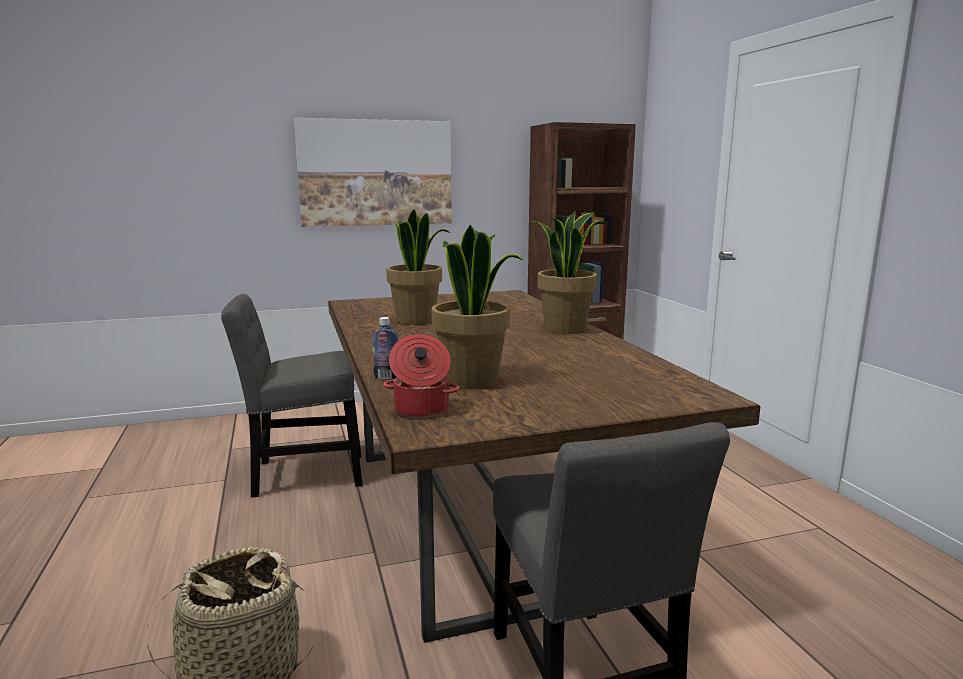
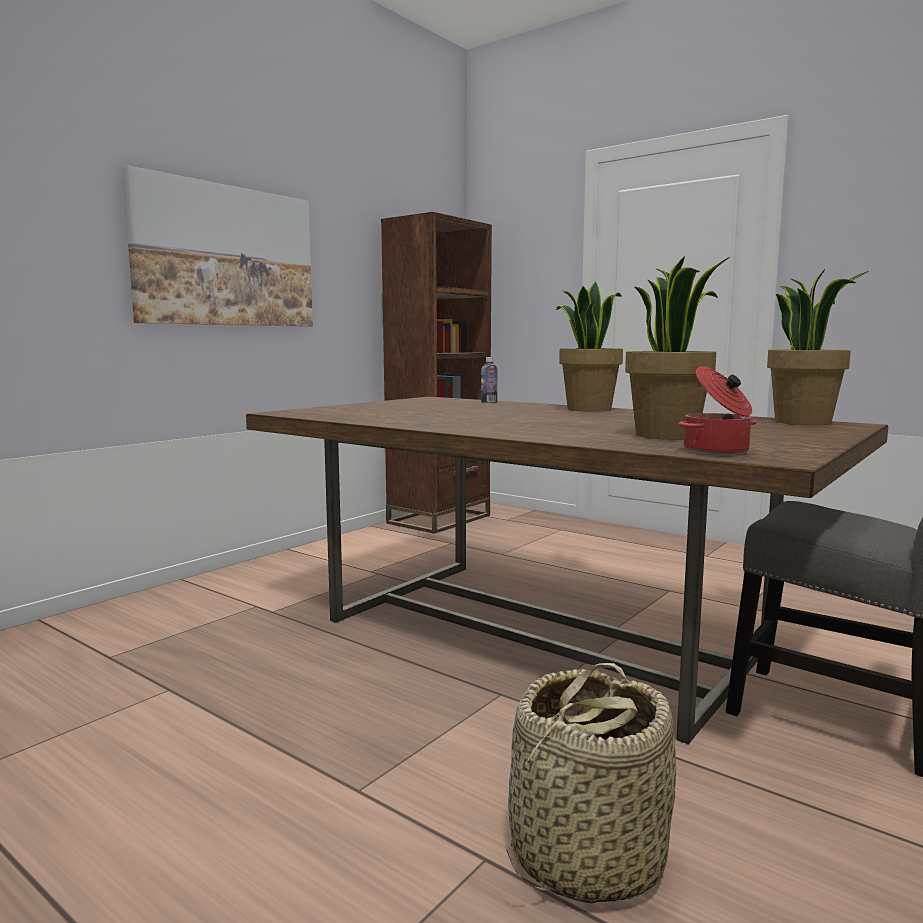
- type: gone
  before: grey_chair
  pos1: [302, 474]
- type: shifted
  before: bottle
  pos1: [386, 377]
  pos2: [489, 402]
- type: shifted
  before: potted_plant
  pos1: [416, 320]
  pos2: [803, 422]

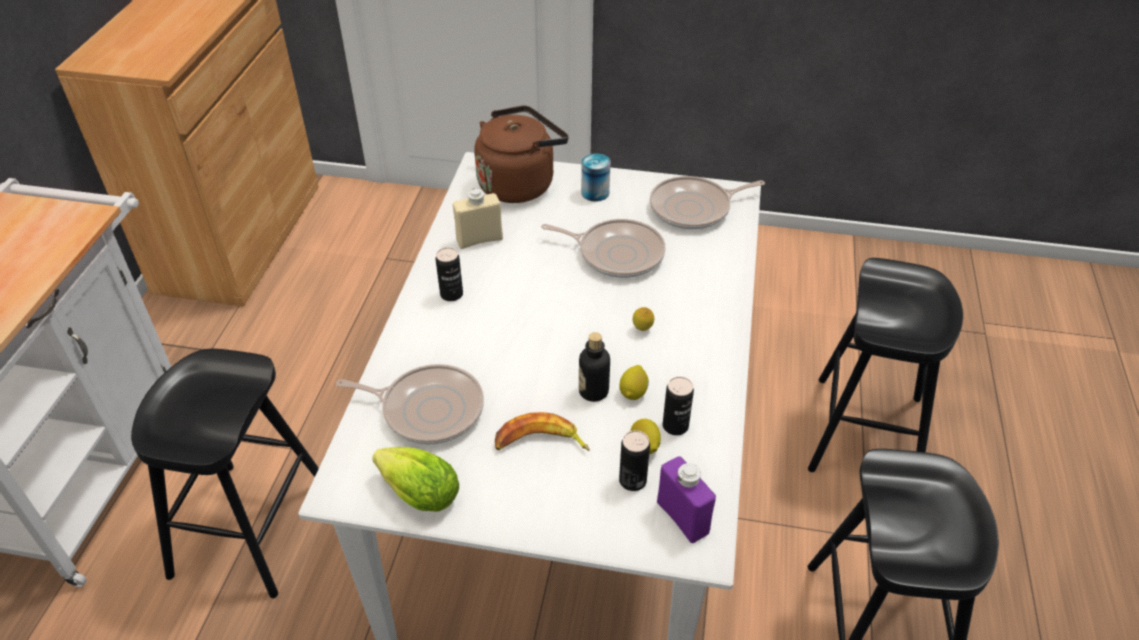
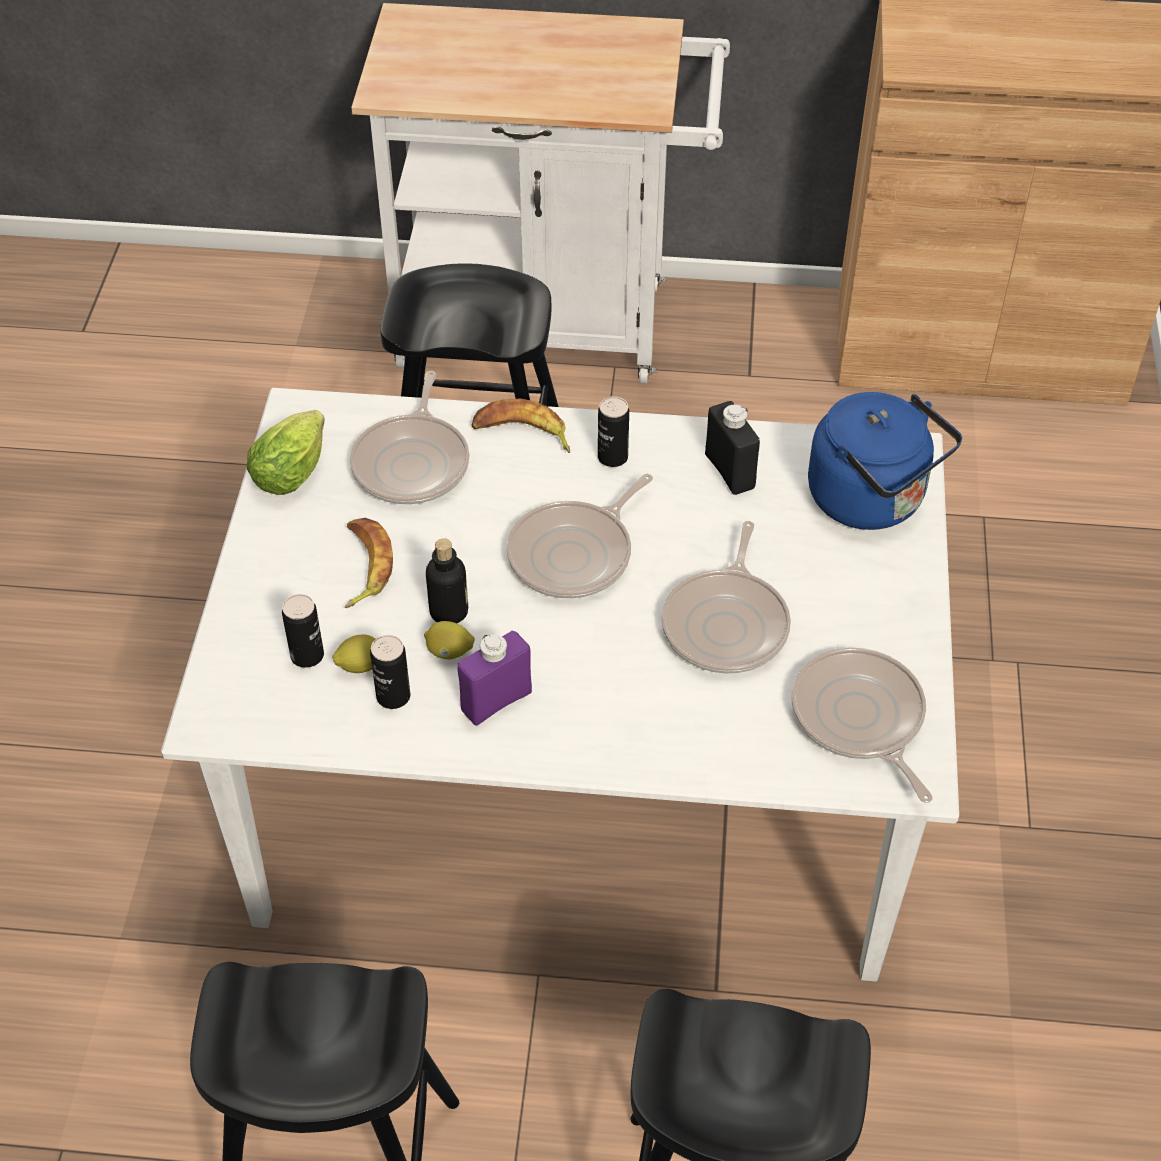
- type: gone
  before: can
  pos1: [595, 192]
- type: gone
  before: lemon
  pos1: [642, 330]
- type: new
  after: banana
  pos2: [522, 434]
- type: new
  after: frying_pan
  pos2: [575, 554]
- type: shifted
  before: purple_bottle
  pos1: [682, 517]
  pos2: [496, 701]
- type: repainted
  before: beige_bottle
  after: black_bottle
  pos1: [479, 240]
  pos2: [729, 471]
- type: repainted
  before: brown_kettle
  after: blue_kettle
  pos1: [519, 183]
  pos2: [872, 500]

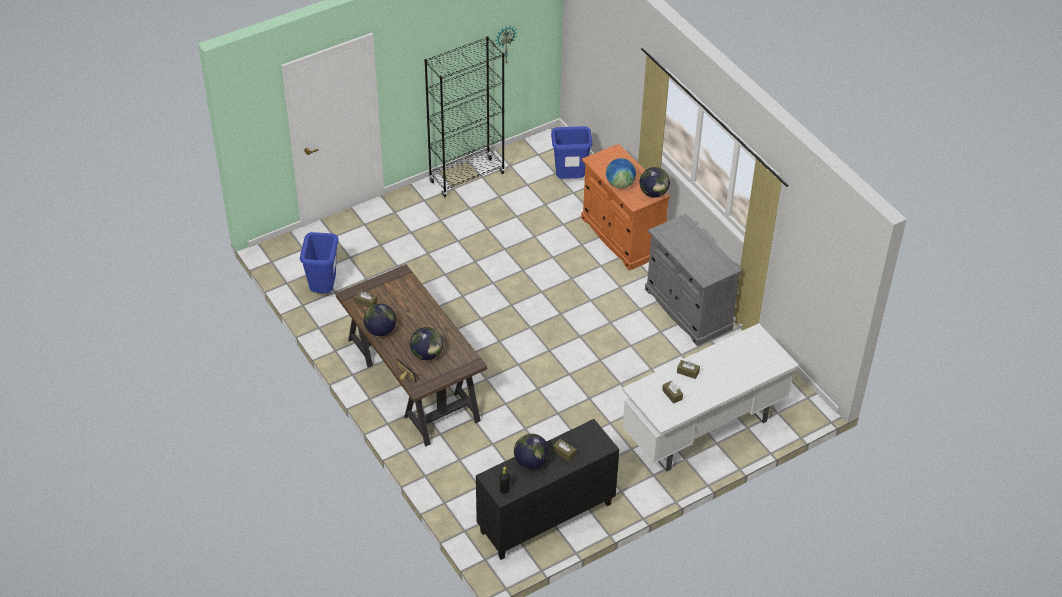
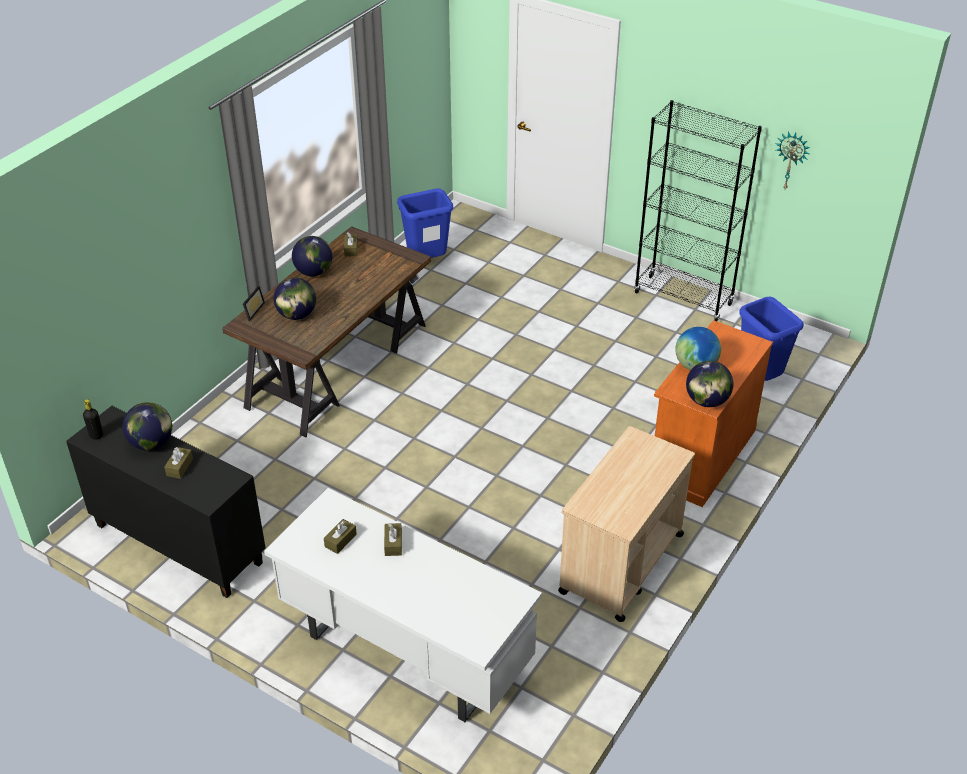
- type: swapped
  before: grey_cabinet
  after: beige_cart
  pos1: [687, 309]
  pos2: [621, 564]

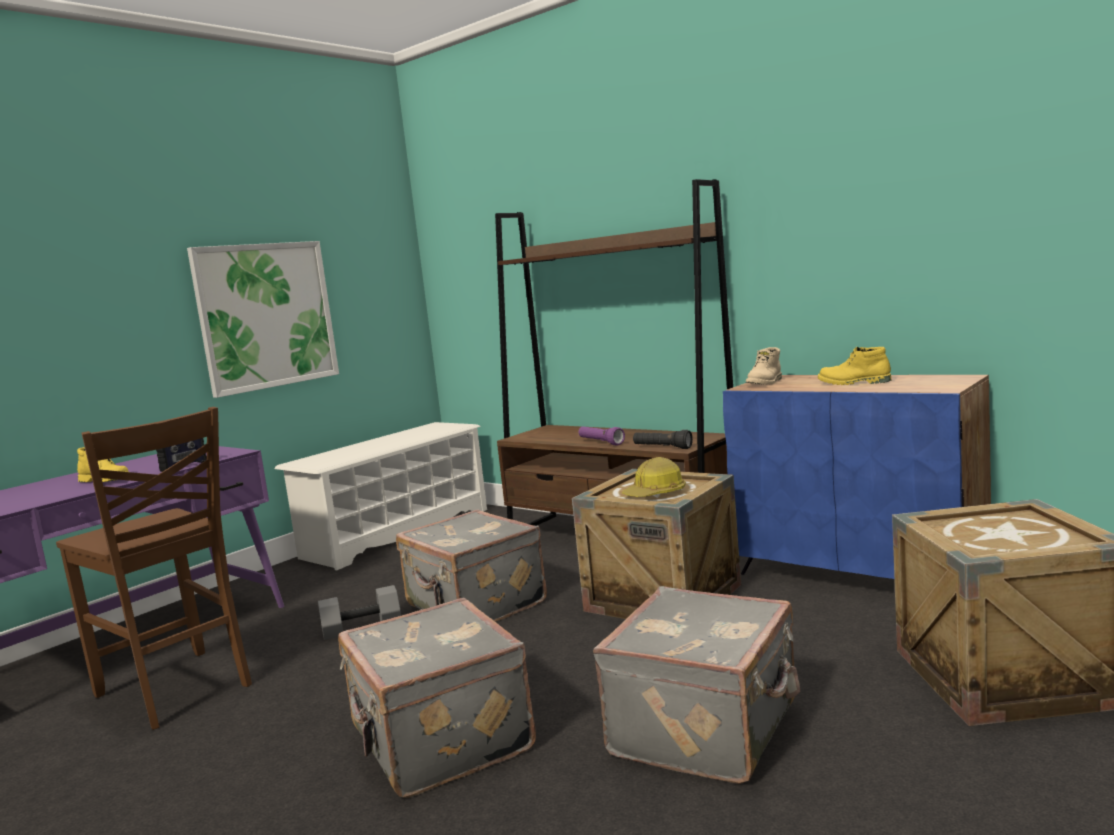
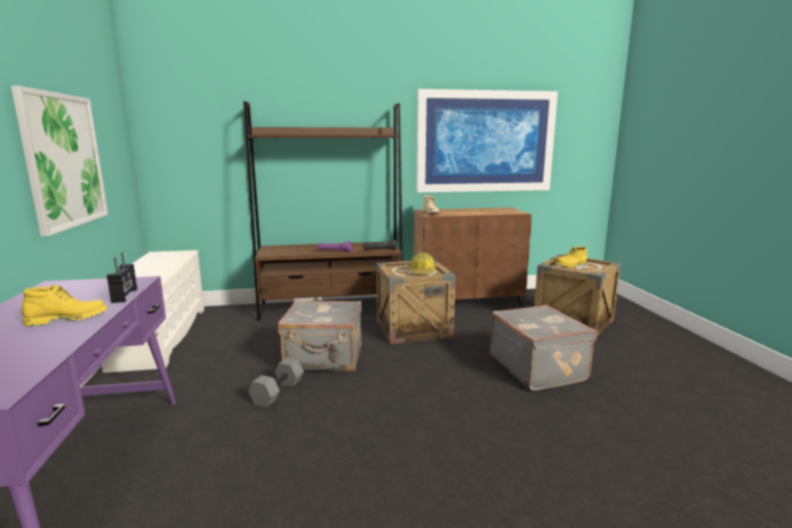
- type: gone
  before: brown_chair
  pos1: [176, 690]
- type: gone
  before: grey_suitcase
  pos1: [438, 742]
- type: new
  after: picture
  pos2: [485, 142]
- type: shifted
  before: yellow_boot
  pos1: [853, 383]
  pos2: [571, 265]
- type: repainted
  before: blue_cabinet
  after: brown_cabinet
  pos1: [860, 575]
  pos2: [467, 300]

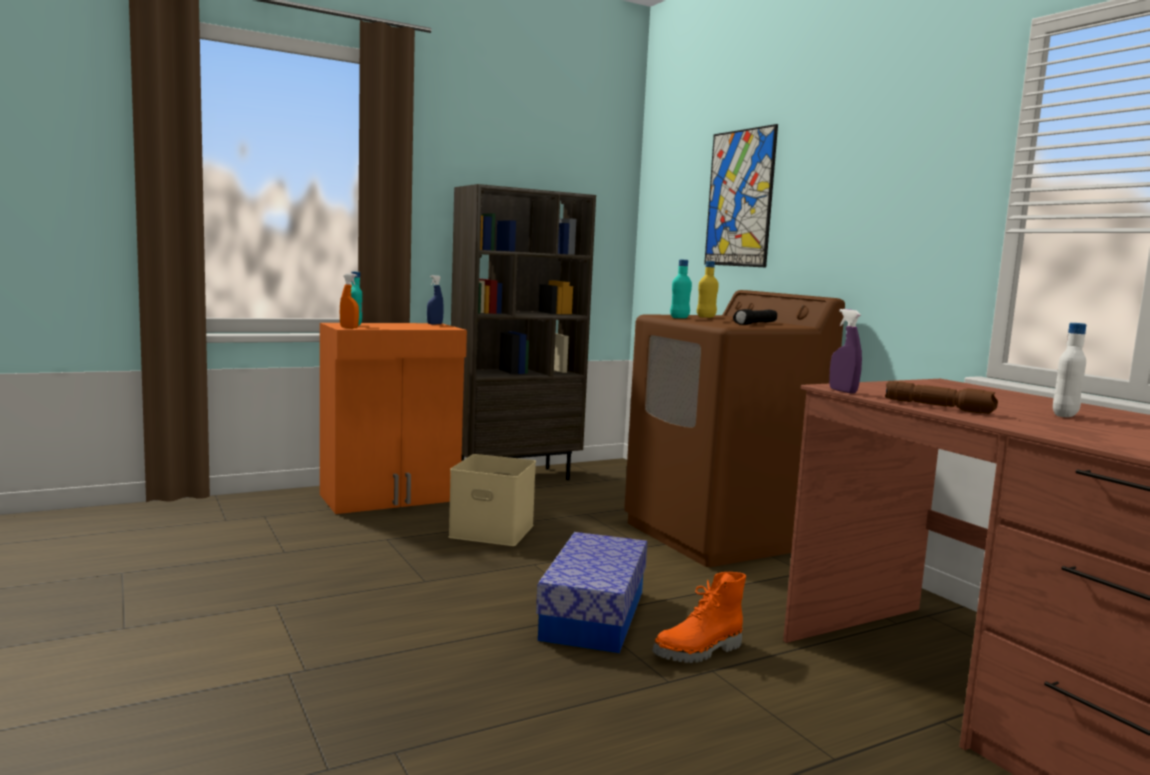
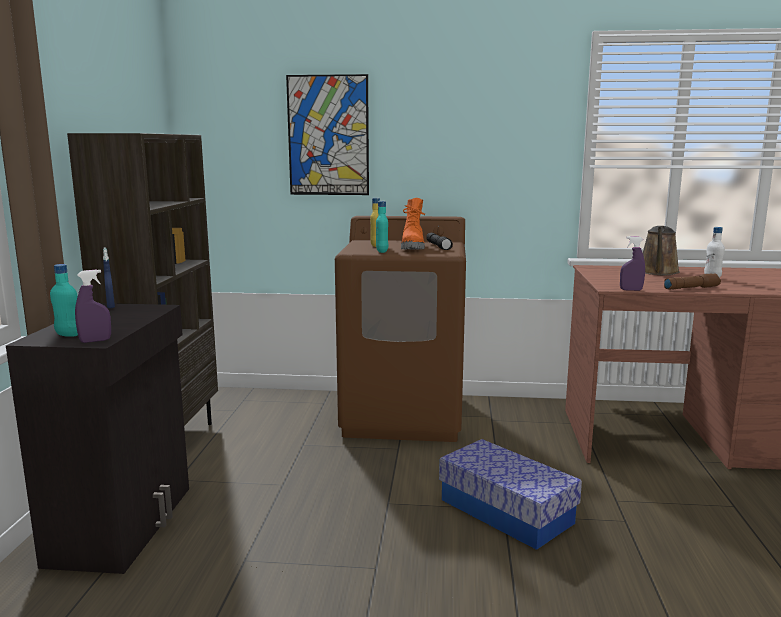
- type: gone
  before: beige_storage_box
  pos1: [494, 531]
- type: new
  after: brown_watering_can
  pos2: [658, 272]
- type: shifted
  before: orange_boot
  pos1: [699, 652]
  pos2: [413, 247]
- type: repainted
  before: orange_cabinet
  after: black_cabinet
  pos1: [391, 498]
  pos2: [124, 524]
- type: repainted
  before: orange_spray_bottle
  after: purple_spray_bottle
  pos1: [349, 327]
  pos2: [95, 341]

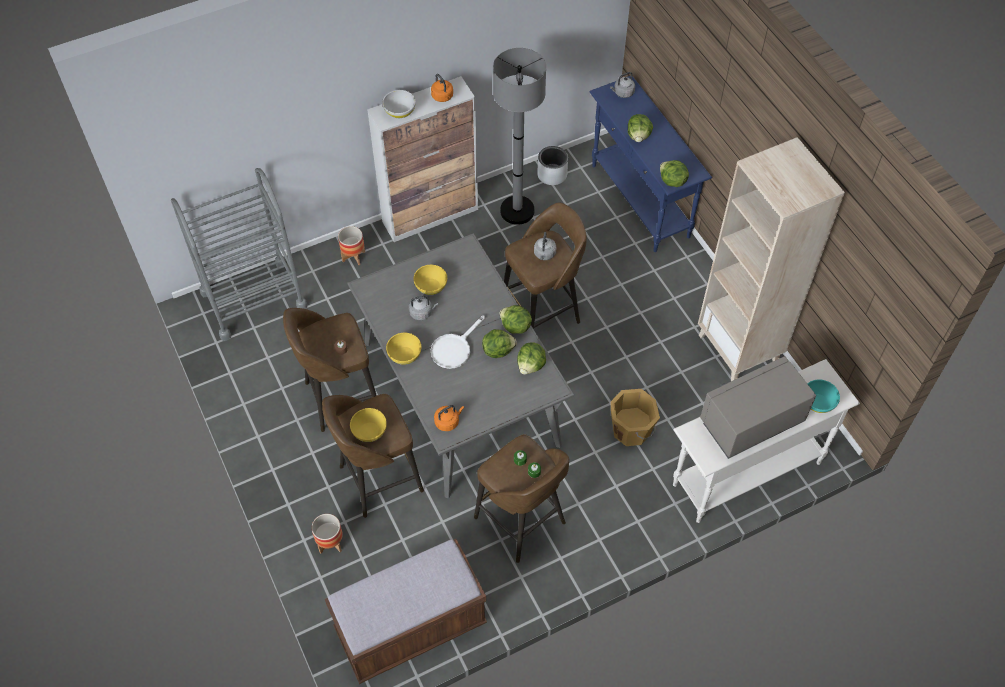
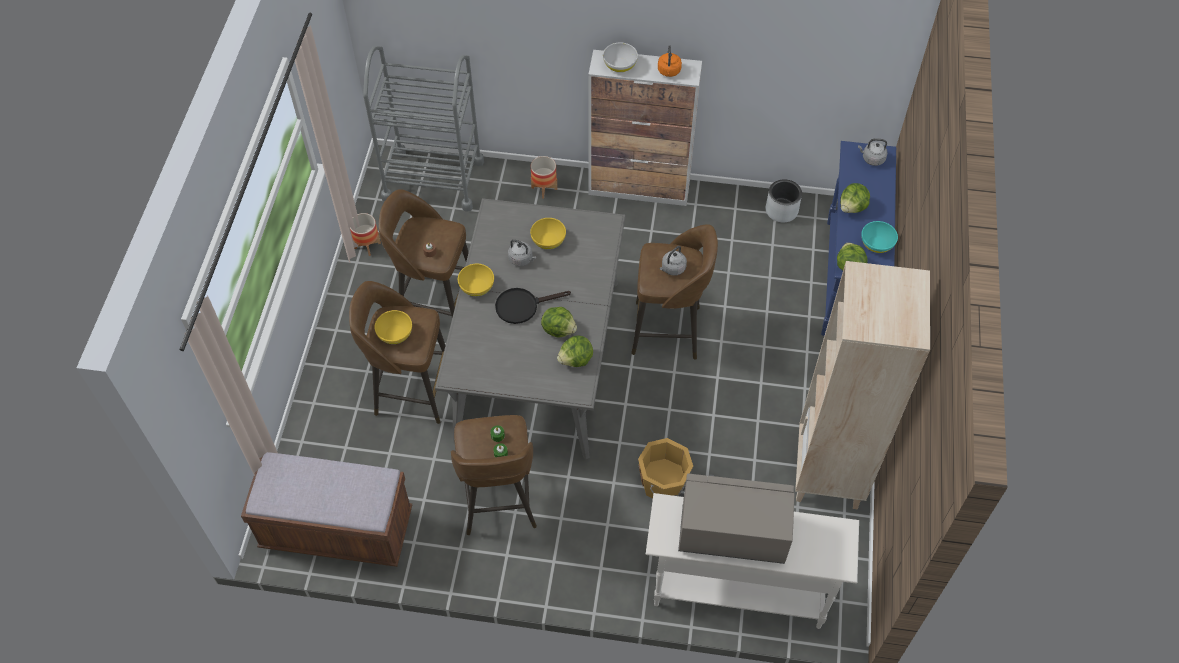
- type: gone
  before: orange_kettle
  pos1: [448, 421]
- type: gone
  before: grey_floor_lamp
  pos1: [517, 211]
- type: gone
  before: lettuce
  pos1: [515, 327]
- type: shifted
  before: planter
  pos1: [330, 543]
  pos2: [367, 245]
- type: shifted
  before: turquoise_bowl
  pos1: [818, 402]
  pos2: [877, 244]
- type: repainted
  before: white_frying_pan
  after: black_frying_pan
  pos1: [454, 348]
  pos2: [522, 306]

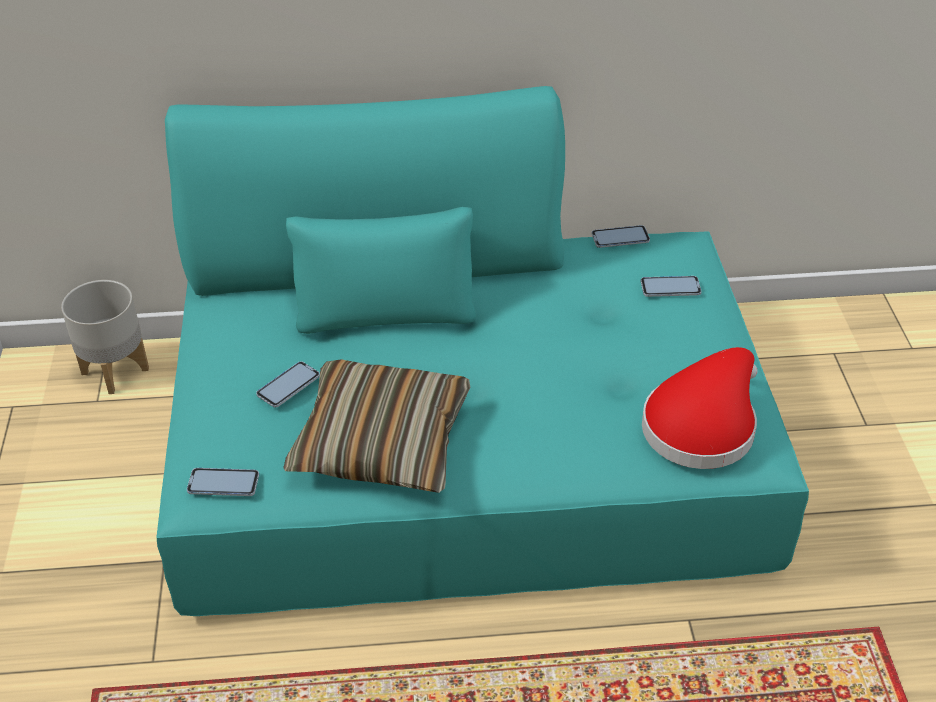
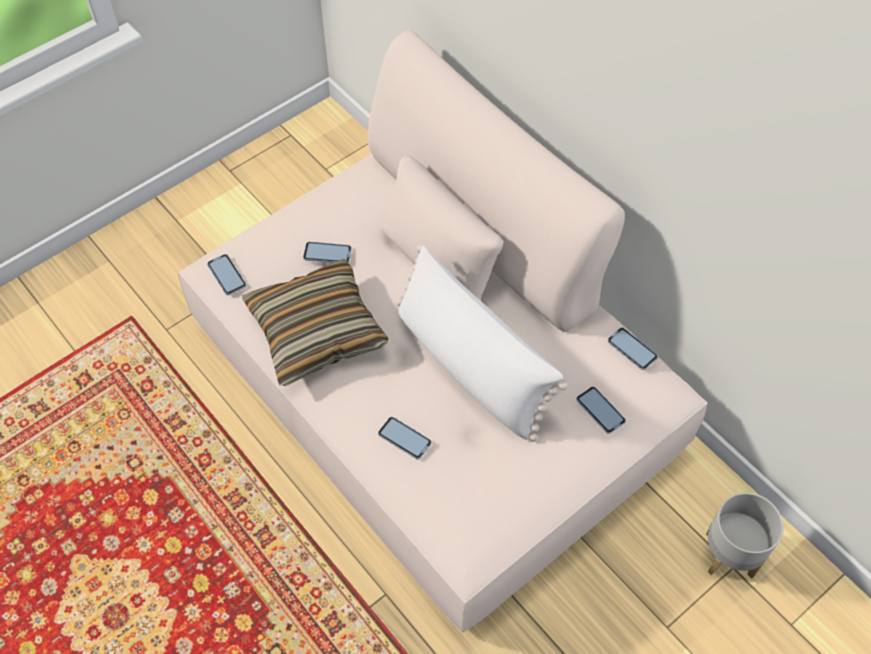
- type: gone
  before: red_hat
  pos1: [702, 424]
- type: new
  after: phone
  pos2: [404, 438]
- type: new
  after: white_pillow
  pos2: [471, 366]
- type: shifted
  before: grey_planter
  pos1: [116, 370]
  pos2: [731, 555]
- type: repainted
  before: turquoise_sofa
  after: beige_sofa
  pos1: [469, 452]
  pos2: [435, 385]

